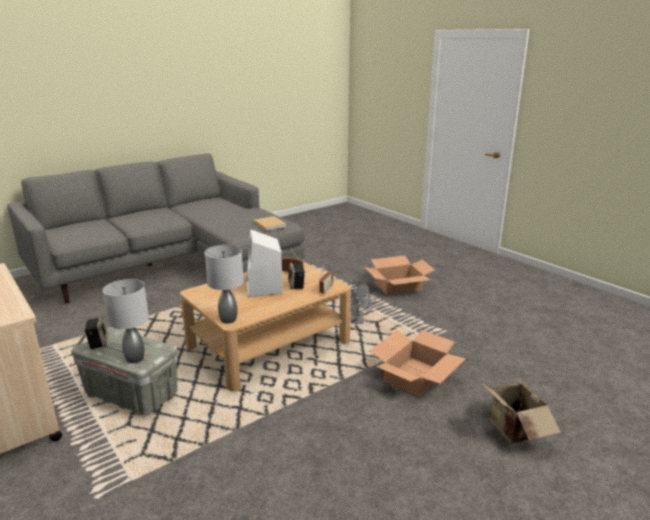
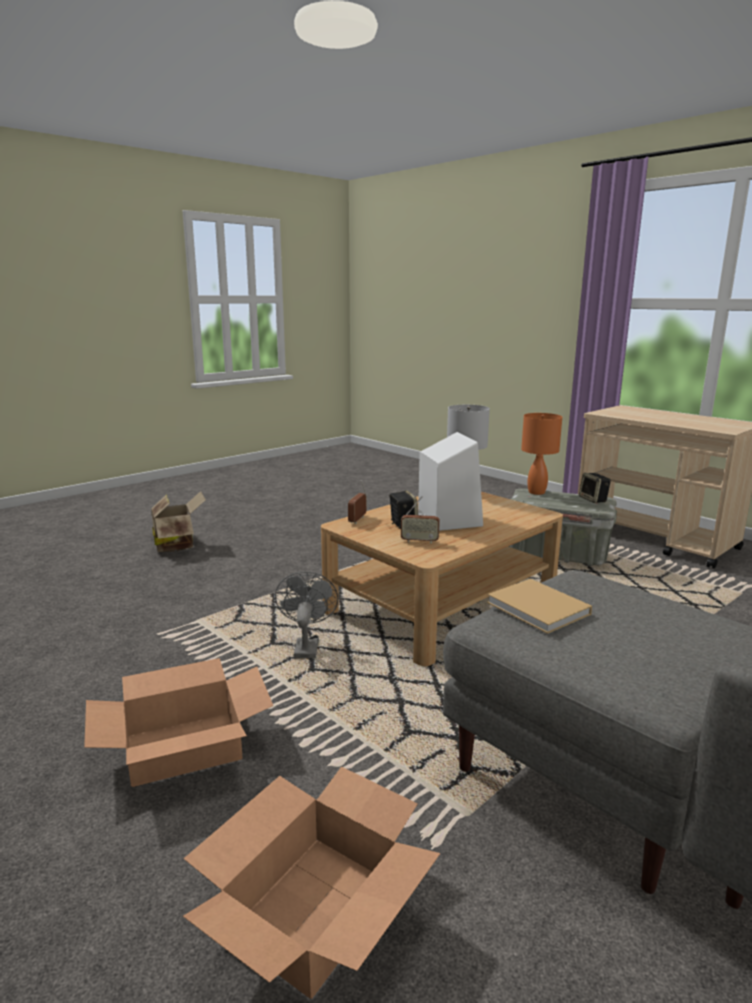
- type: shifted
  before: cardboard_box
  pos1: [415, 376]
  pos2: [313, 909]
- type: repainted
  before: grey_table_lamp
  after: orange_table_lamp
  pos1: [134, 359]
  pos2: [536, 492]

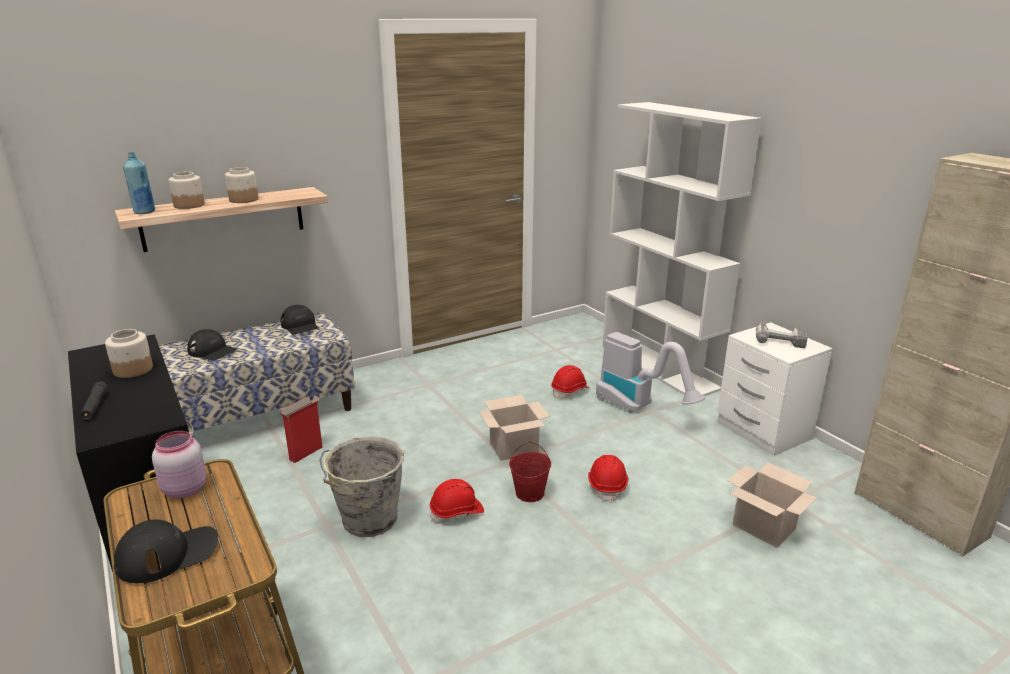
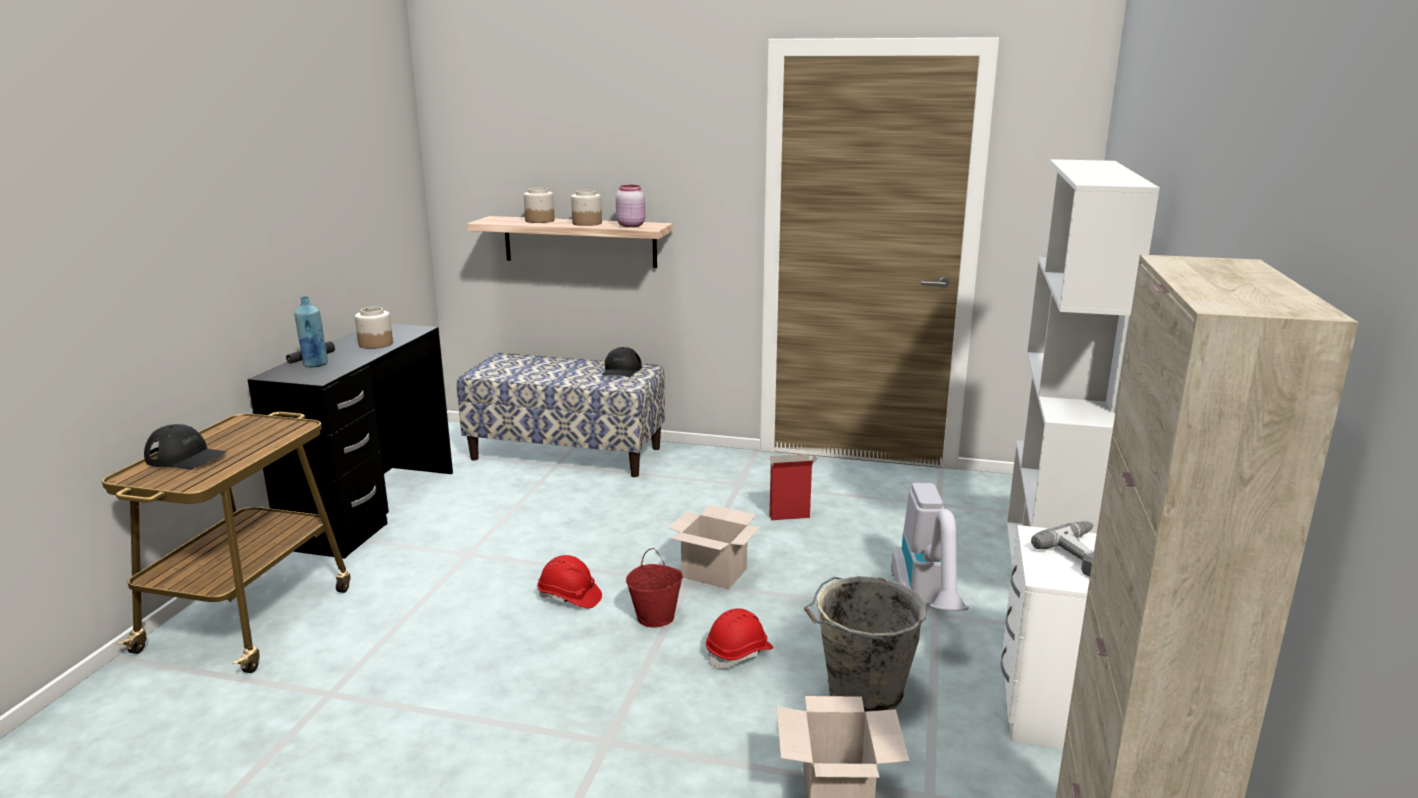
- type: gone
  before: black_cap
  pos1: [212, 351]
- type: gone
  before: red_hard_hat
  pos1: [570, 391]
- type: shifted
  before: blue_bottle
  pos1: [144, 212]
  pos2: [315, 364]
- type: shifted
  before: pink_jar
  pos1: [184, 489]
  pos2: [630, 225]
- type: shifted
  before: cardboard_box
  pos1: [306, 453]
  pos2: [790, 516]
- type: shifted
  before: grey_bucket
  pos1: [368, 521]
  pos2: [861, 692]

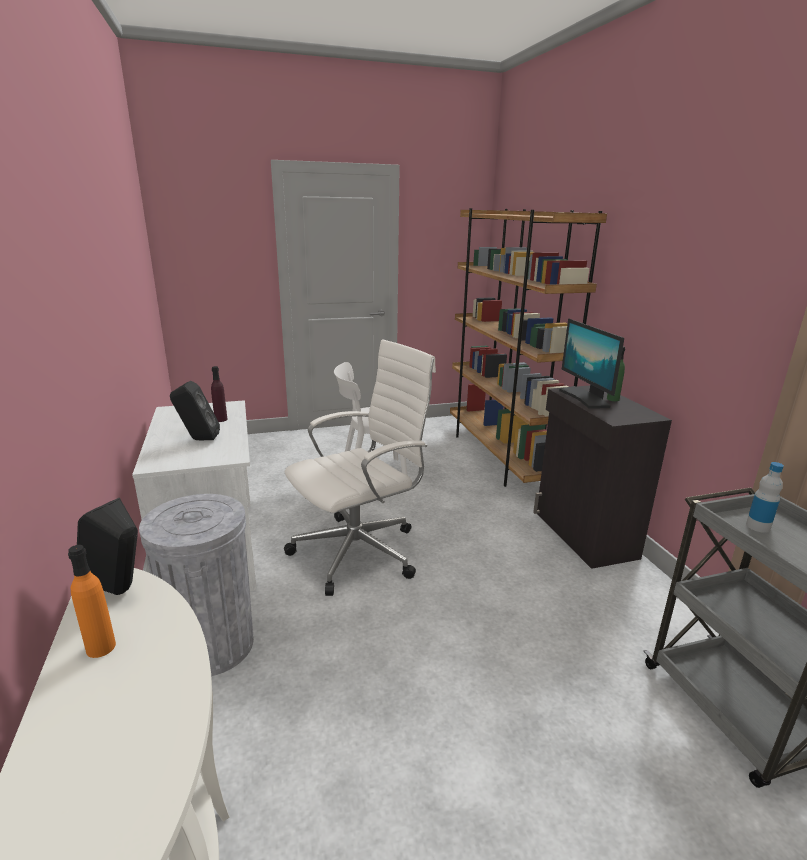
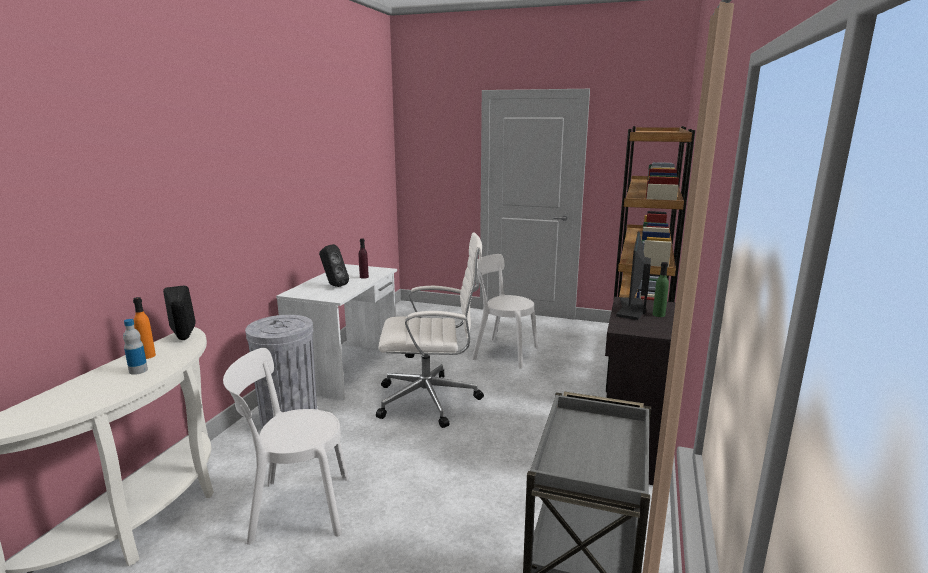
- type: new
  after: white_chair
  pos2: [295, 508]
- type: shifted
  before: bottle
  pos1: [758, 526]
  pos2: [138, 370]

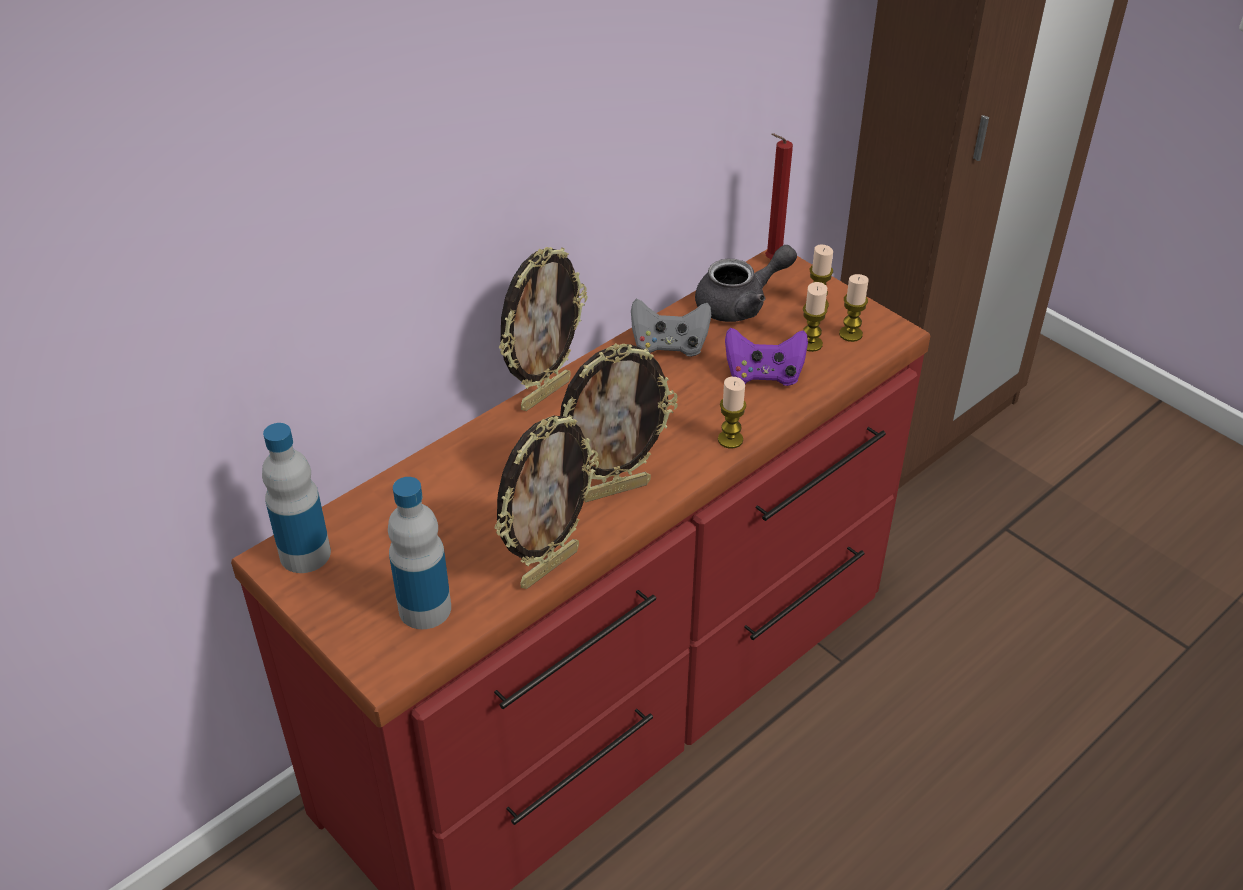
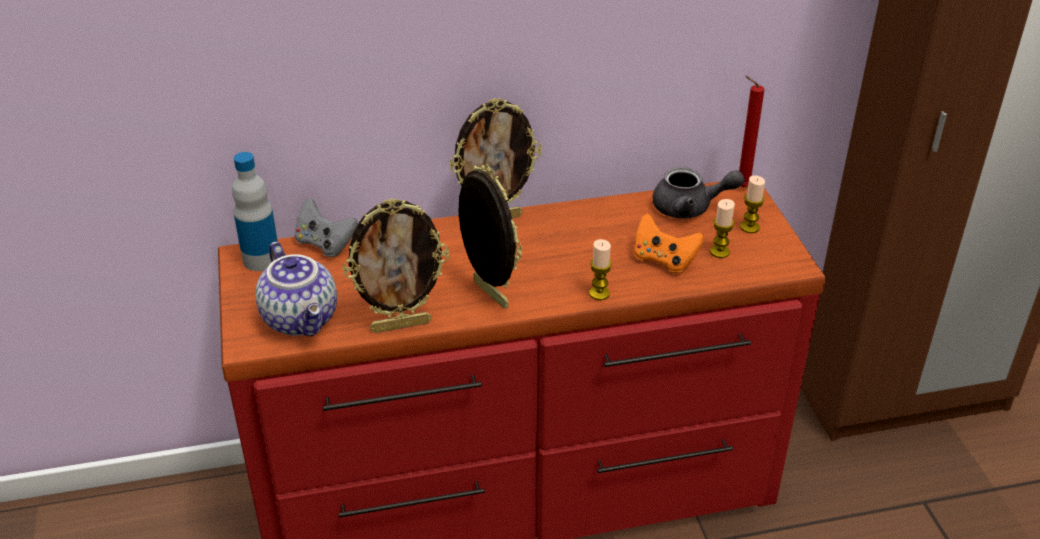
- type: gone
  before: candle
  pos1: [850, 334]
- type: shifted
  before: grey_game_controller
  pos1: [669, 345]
  pos2: [325, 244]
- type: swapped
  before: bottle
  after: teapot
  pos1: [425, 608]
  pos2: [302, 319]
- type: repainted
  before: purple_game_controller
  after: orange_game_controller
  pos1: [764, 375]
  pos2: [664, 260]
- type: rotated
  before: picture_frame
  pos1: [614, 490]
  pos2: [488, 295]
  turn: -135

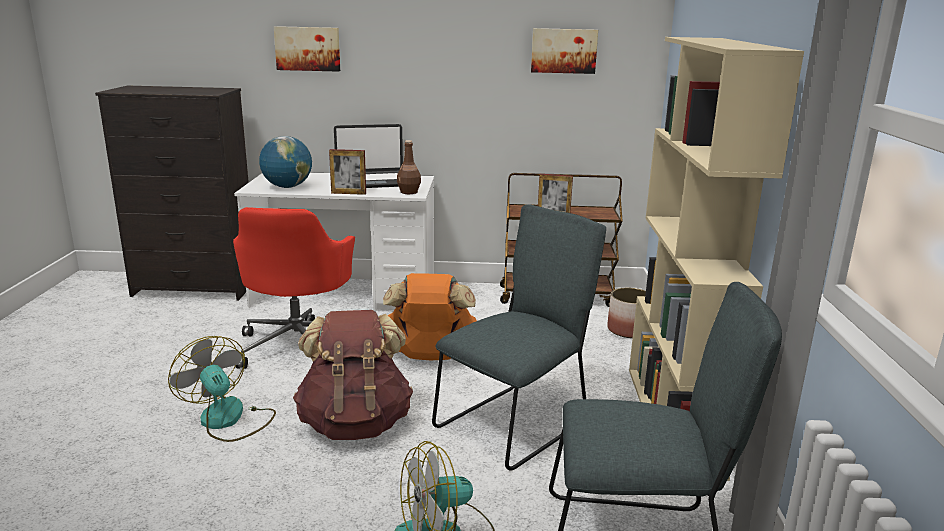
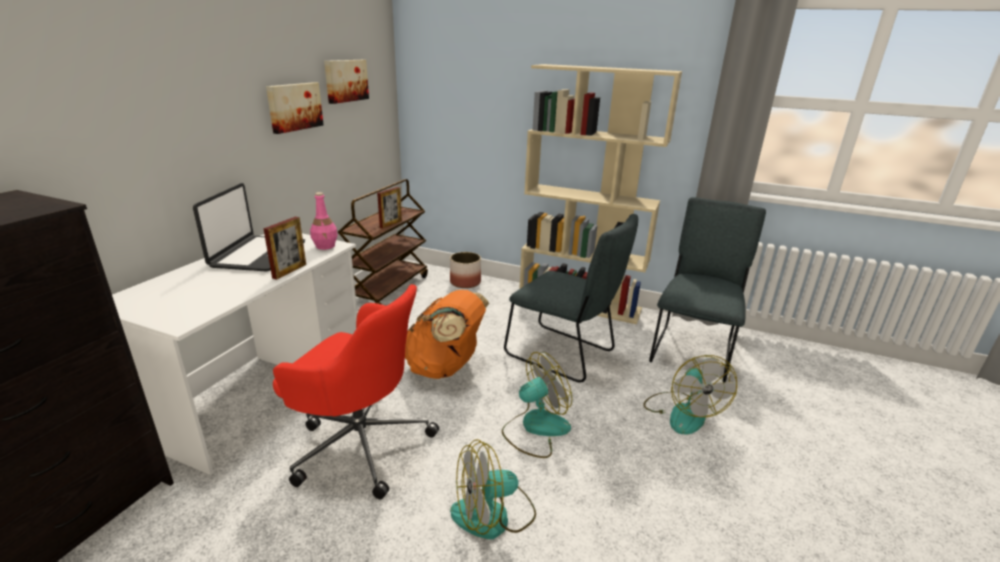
- type: gone
  before: globe
  pos1: [287, 187]
- type: shifted
  before: picture
  pos1: [308, 48]
  pos2: [294, 107]
- type: swapped
  before: brown_backpack
  after: fan
  pos1: [355, 424]
  pos2: [535, 428]
- type: repainted
  before: brown_bottle
  after: pink_bottle
  pos1: [409, 192]
  pos2: [325, 246]
- type: rotated
  before: grey_chair
  pos1: [516, 423]
  pos2: [564, 354]
  turn: 150

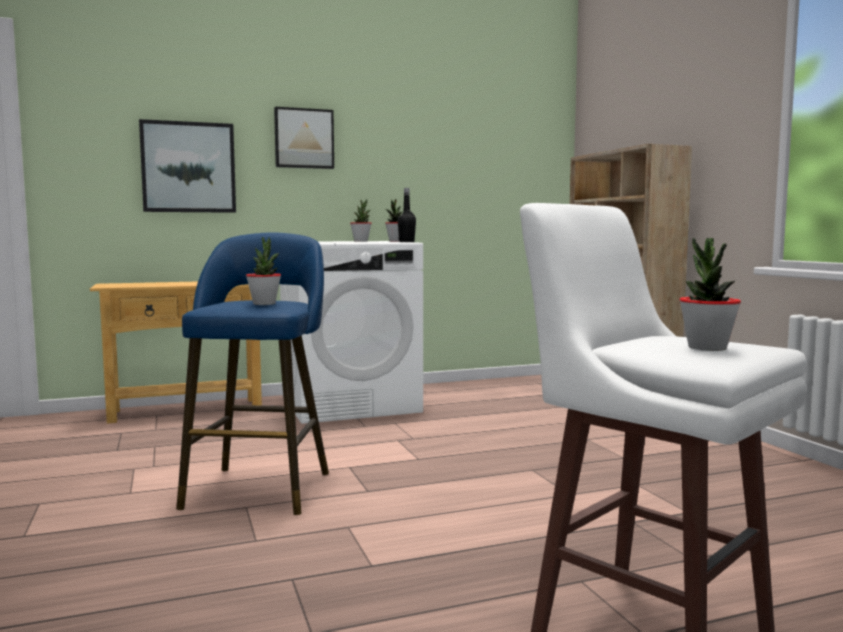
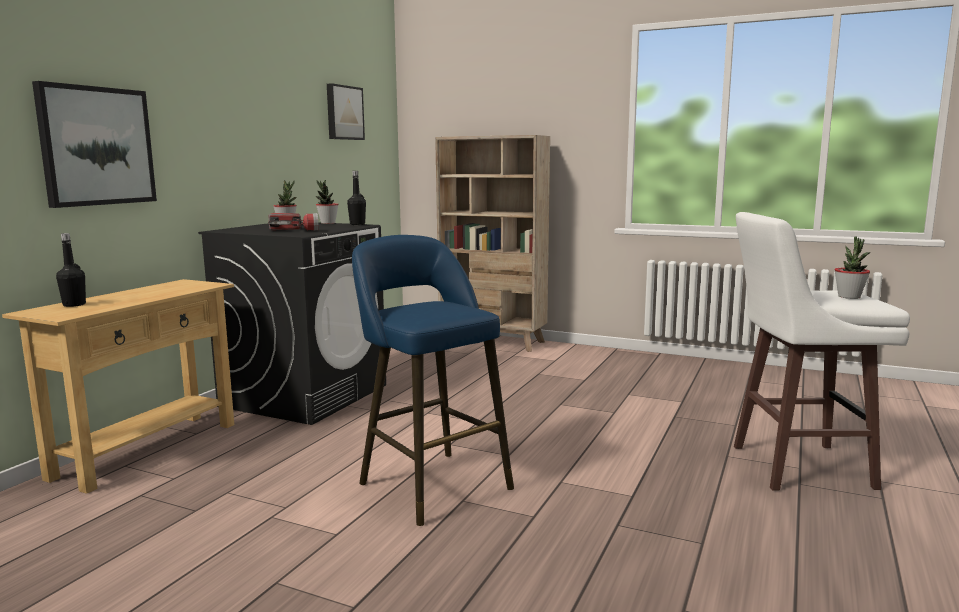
- type: gone
  before: potted_plant
  pos1: [264, 304]
- type: new
  after: black_bottle
  pos2: [74, 305]
- type: new
  after: flashlight
  pos2: [294, 230]
- type: shifted
  before: picture
  pos1: [304, 138]
  pos2: [343, 113]
- type: repainted
  before: white_washing_machine
  after: black_washing_machine
  pos1: [350, 404]
  pos2: [305, 395]

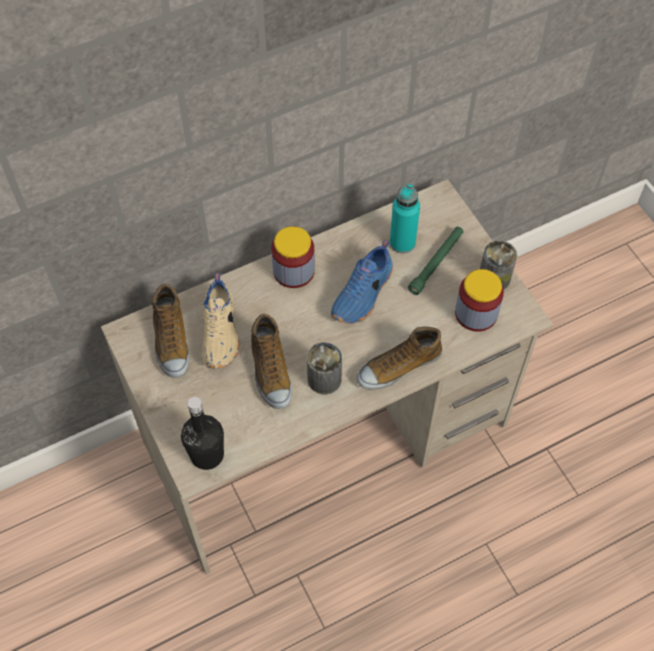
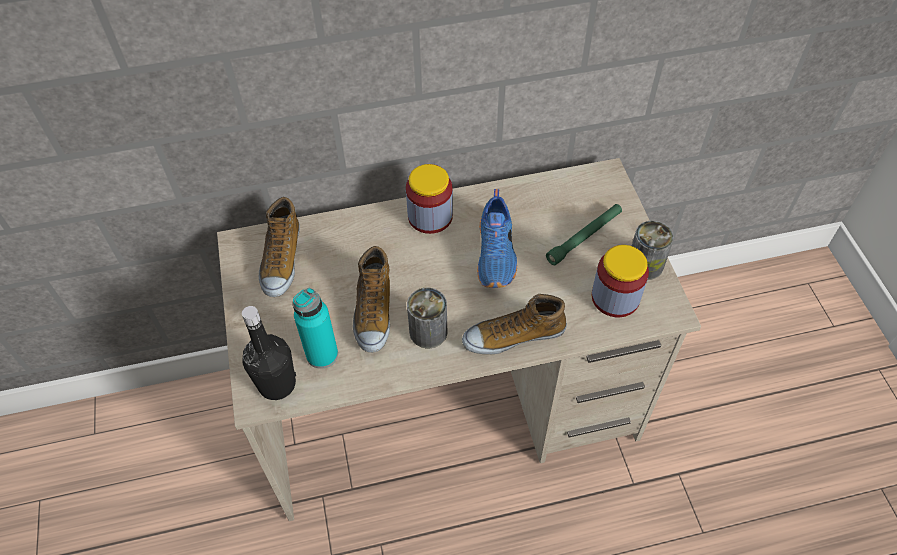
- type: gone
  before: beige_shoe
  pos1: [221, 332]
- type: shifted
  before: turquoise_bottle
  pos1: [402, 243]
  pos2: [322, 354]
- type: rotated
  before: blue_shoe
  pos1: [364, 294]
  pos2: [497, 254]
  turn: -45

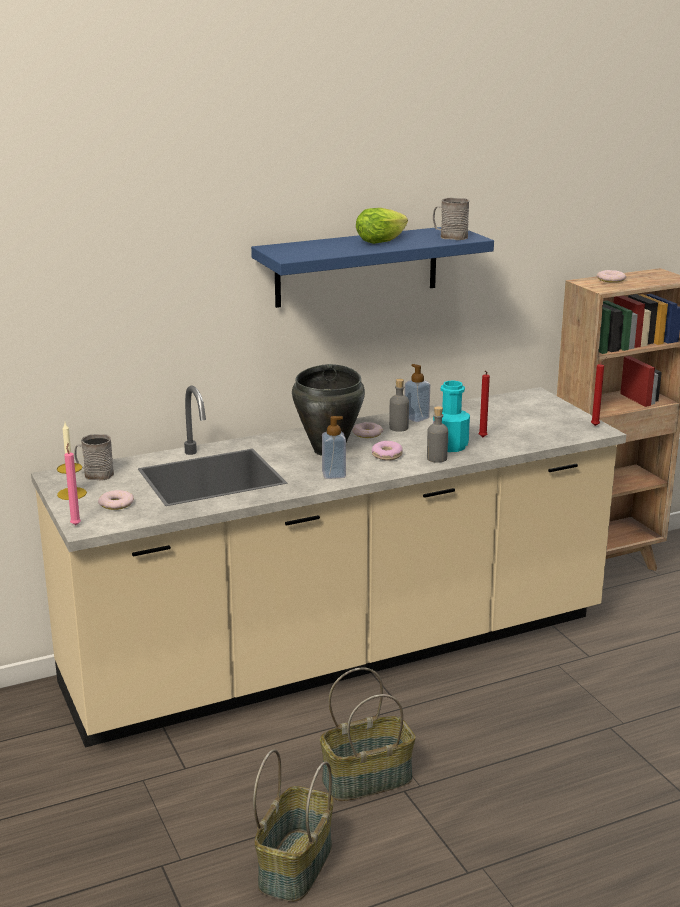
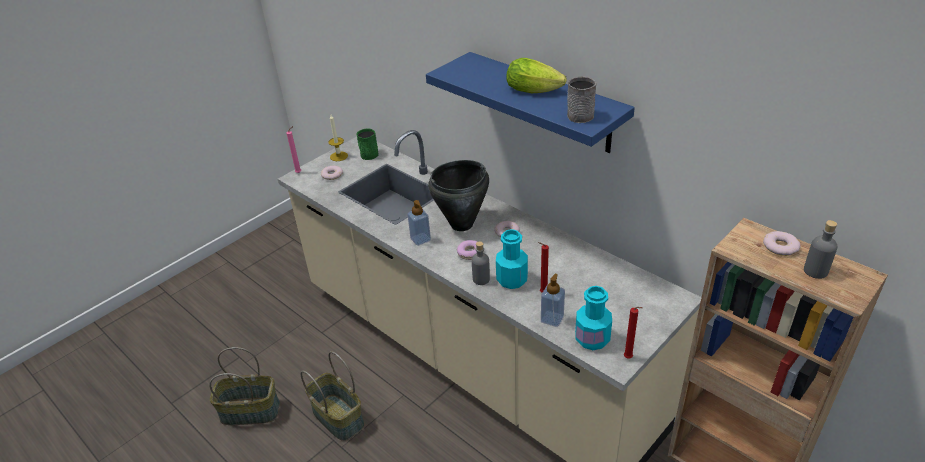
- type: new
  after: turquoise_bottle
  pos2: [592, 339]
- type: shifted
  before: grey_bottle
  pos1: [398, 428]
  pos2: [815, 271]
- type: shifted
  before: soap_dispenser
  pos1: [416, 418]
  pos2: [552, 319]
- type: repainted
  before: grey_mug
  after: green_mug
  pos1: [94, 474]
  pos2: [369, 153]

